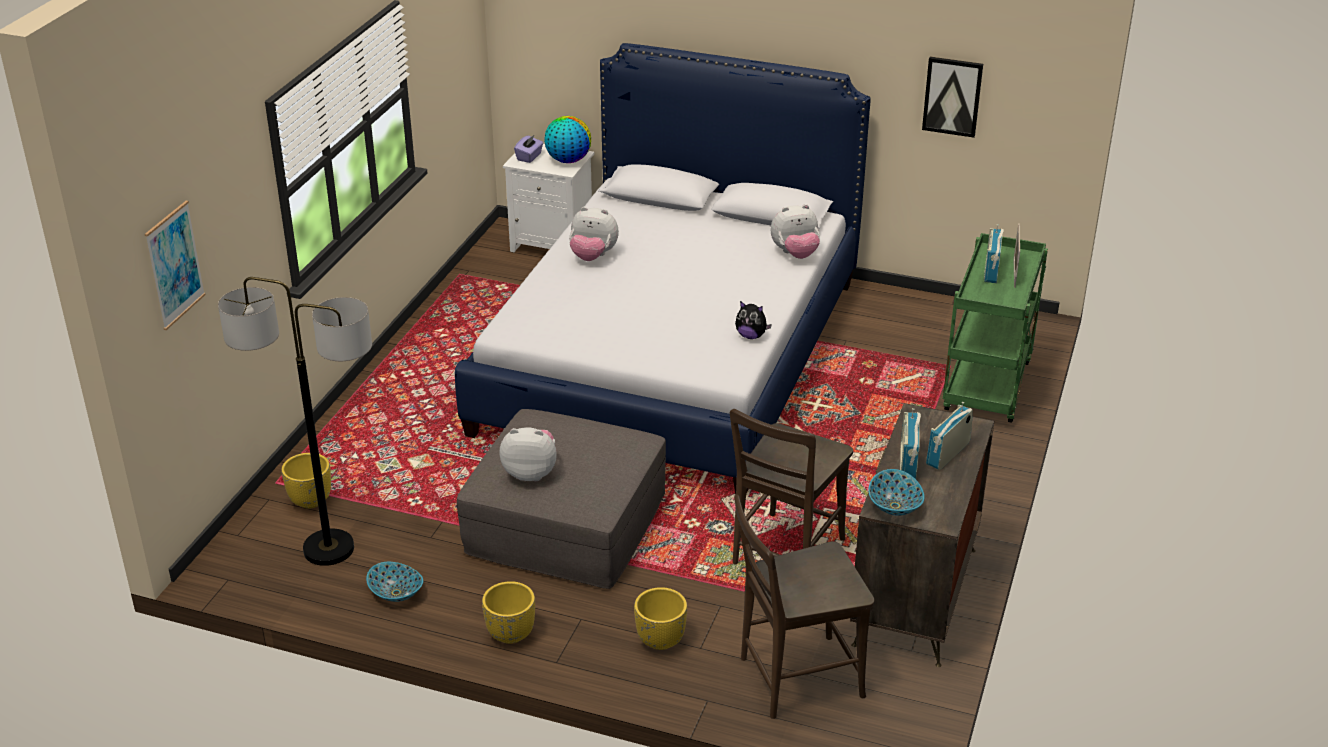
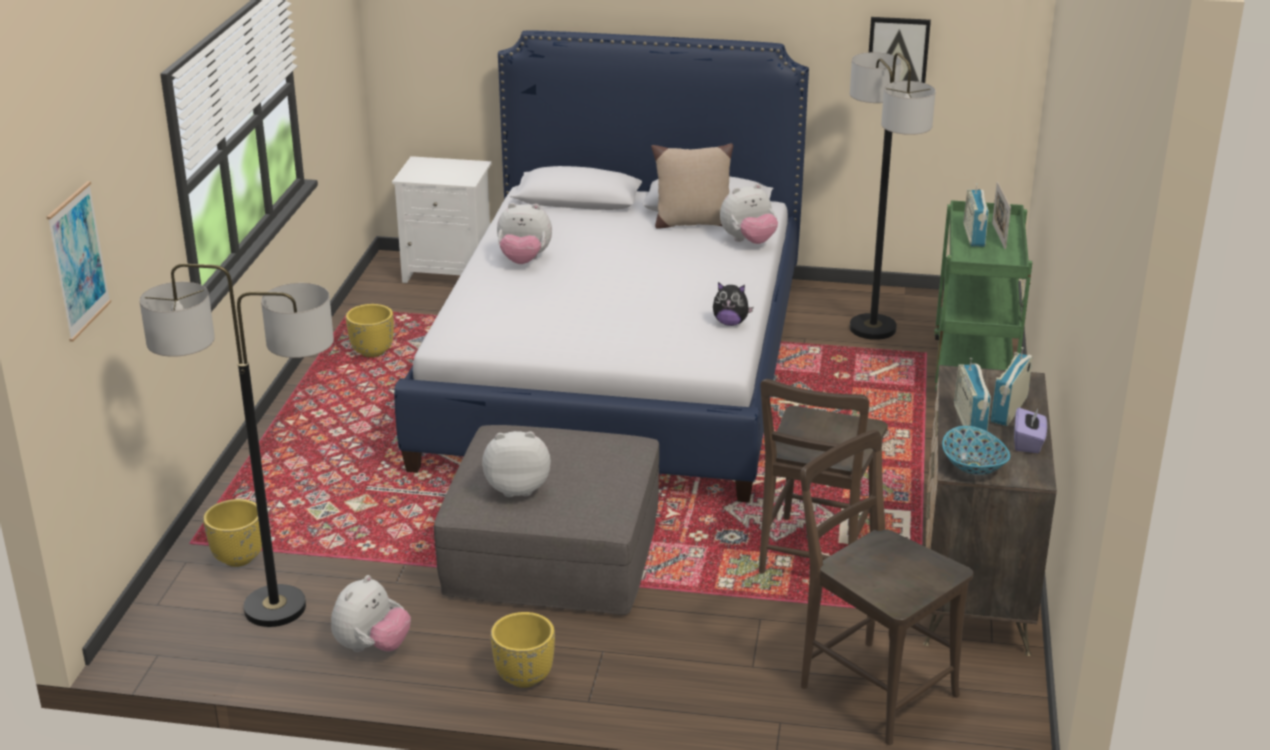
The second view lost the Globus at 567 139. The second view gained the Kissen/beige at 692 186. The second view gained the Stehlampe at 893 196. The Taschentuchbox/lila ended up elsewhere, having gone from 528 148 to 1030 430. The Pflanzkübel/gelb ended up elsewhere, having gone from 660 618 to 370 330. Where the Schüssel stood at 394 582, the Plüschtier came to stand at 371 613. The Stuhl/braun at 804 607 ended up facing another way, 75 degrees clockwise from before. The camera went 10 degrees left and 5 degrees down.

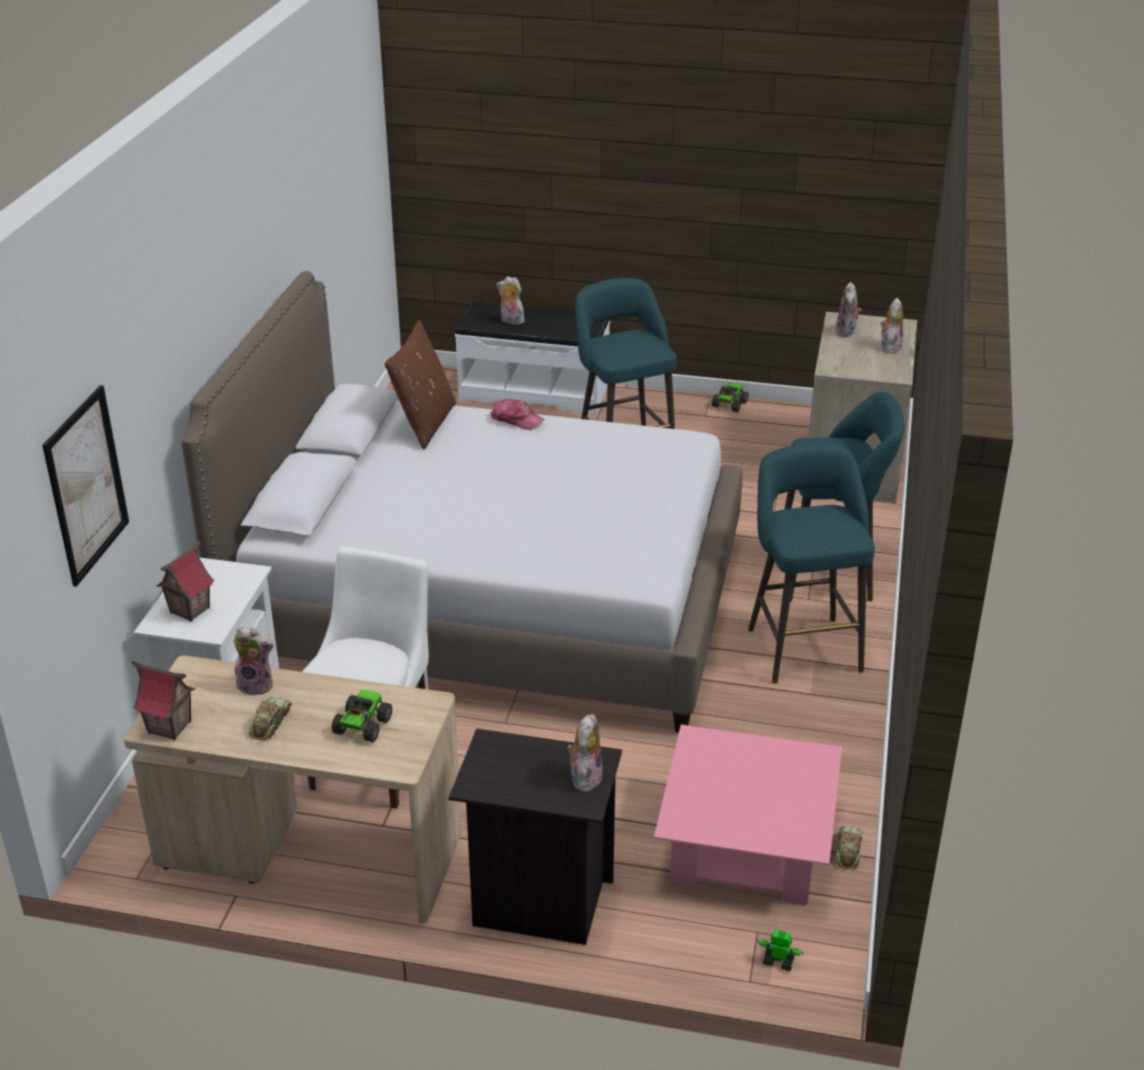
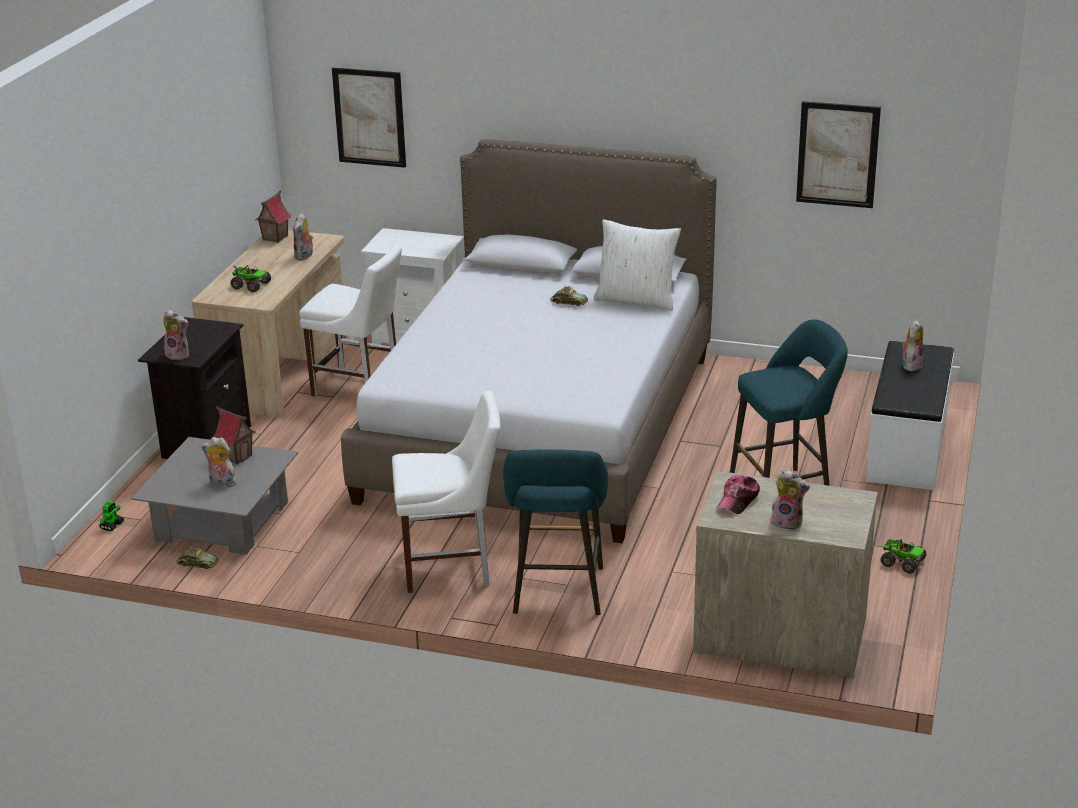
The second view gained the Bild at 838 154. The Spielzeughaus ended up elsewhere, having gone from 185 581 to 234 435. The Spielzeugauto ended up elsewhere, having gone from 270 718 to 569 296. The Kappe ended up elsewhere, having gone from 518 414 to 738 494. The Plüschtier ended up elsewhere, having gone from 848 309 to 219 462. Where the Hocker/türkis stood at 811 563, the Stuhl/weiß came to stand at 446 492. What was the Kissen/braun at 420 385 turned into the Kissen/weiß at 637 265. What was the Couchtisch/rosa at 748 815 turned into the Couchtisch/grau at 214 496. The camera went 95 degrees right and 5 degrees down.

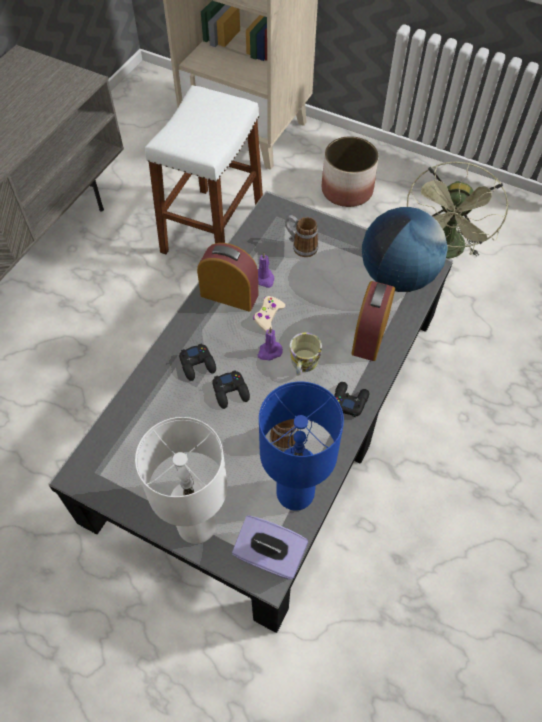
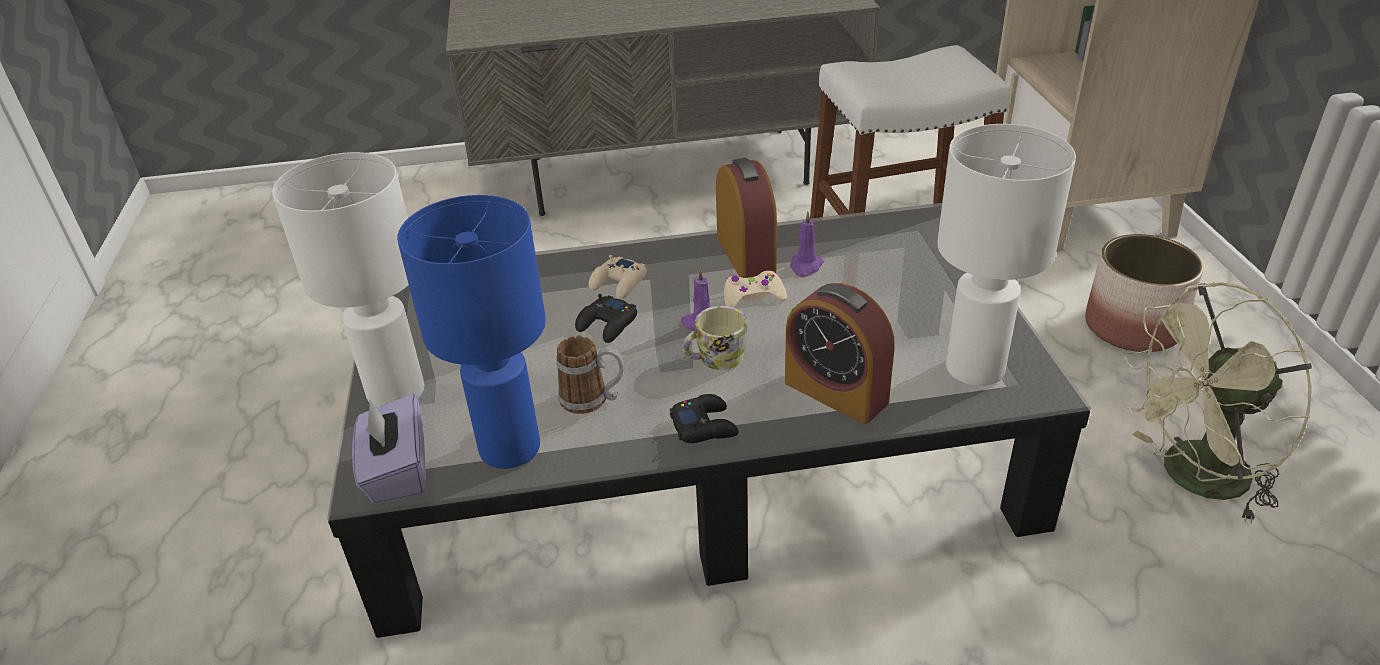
The second view lost the Henkelbecher at 301 236. Where the Globus stood at 405 249, the Tischlampe/weiß came to stand at 1006 255. What was the Gamepad/schwarz at 197 362 turned into the Gamepad/beige at 618 277. The Wecker at 373 321 ended up facing another way, 120 degrees counterclockwise from before. The camera went 55 degrees right and 20 degrees down.

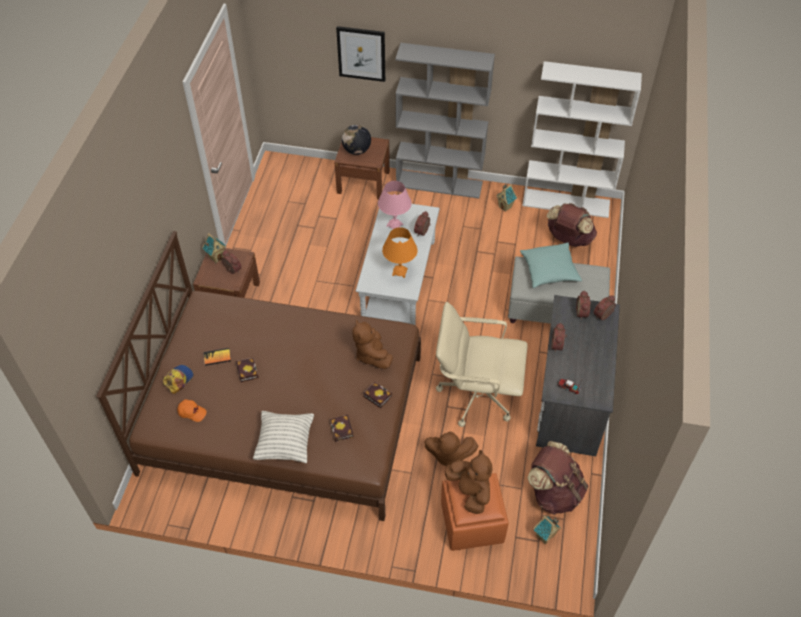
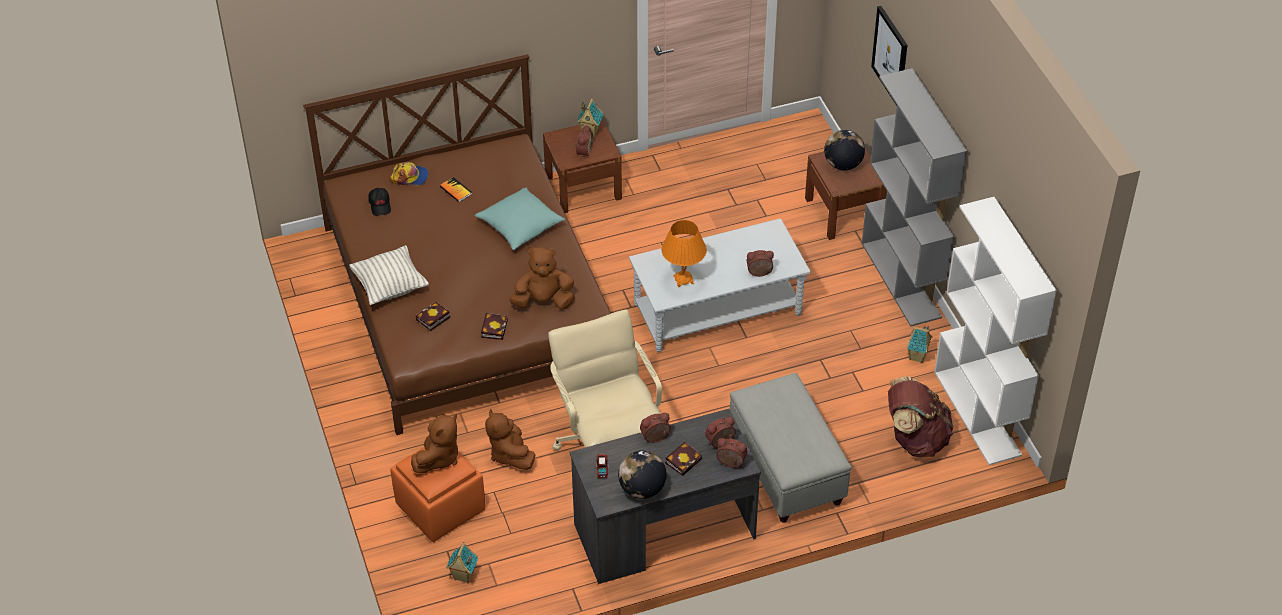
The second view lost the Tischlampe/rosa at 395 205. The second view lost the Rucksack/braun at 557 478. The second view gained the Globus at 642 475. The Buch ended up elsewhere, having gone from 247 370 to 683 459. The Kissen/türkis ended up elsewhere, having gone from 551 265 to 519 219. What was the Kappe/orange at 192 410 turned into the Kappe/schwarz at 379 202. The Plüschtier/braun at 372 344 ended up facing another way, 45 degrees clockwise from before. The camera went 60 degrees right and 5 degrees down.

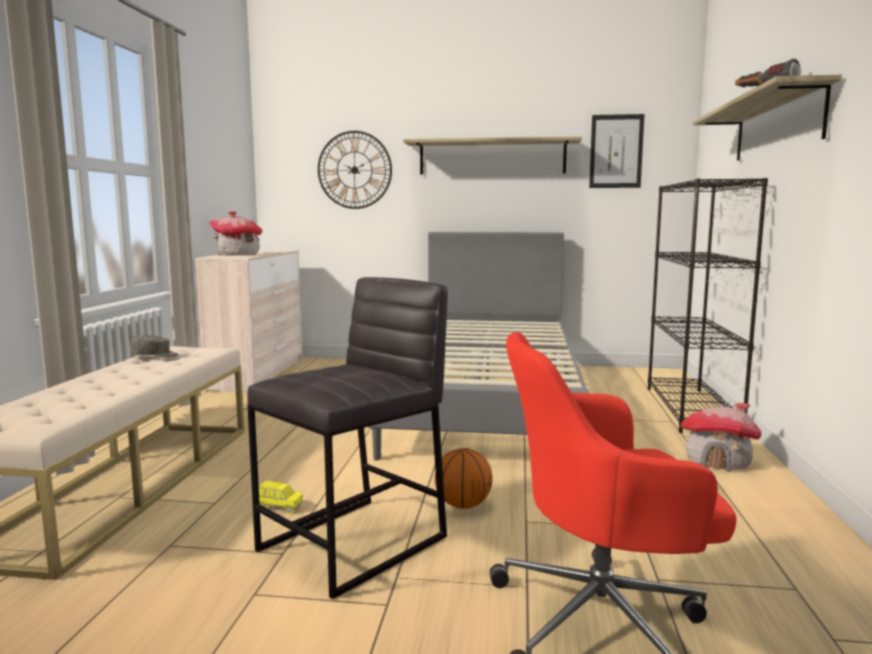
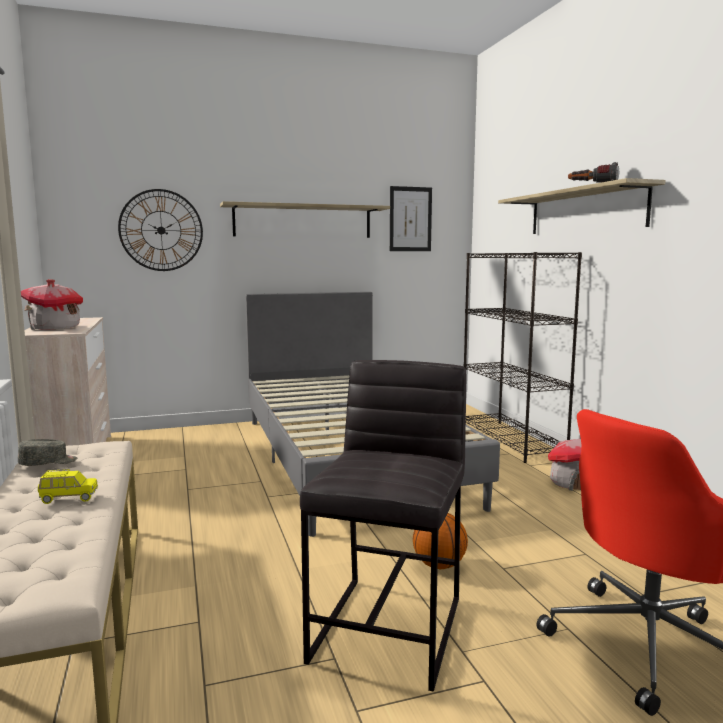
The Spielzeugauto/gelb ended up elsewhere, having gone from 281 497 to 68 486. The camera went 25 degrees left and 0 degrees up.

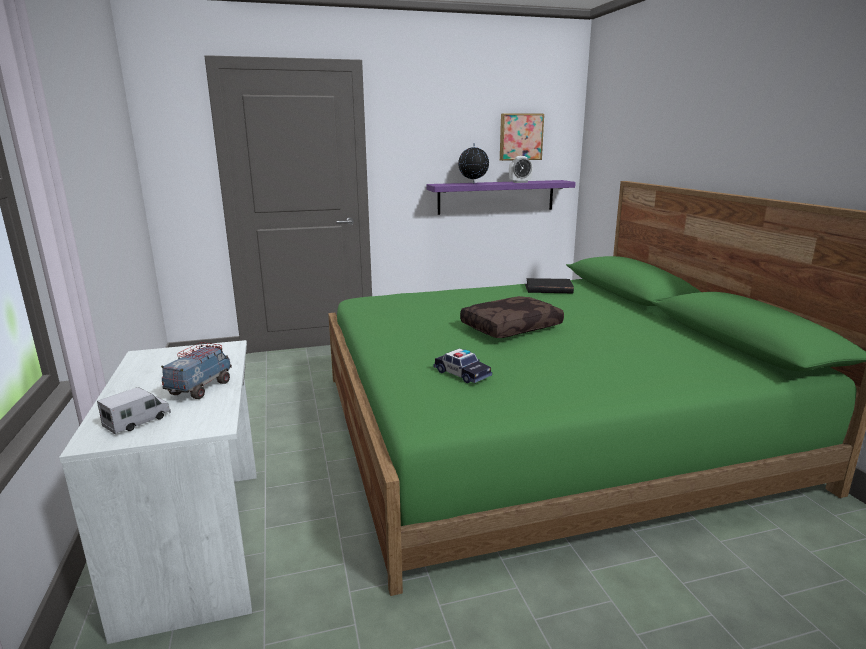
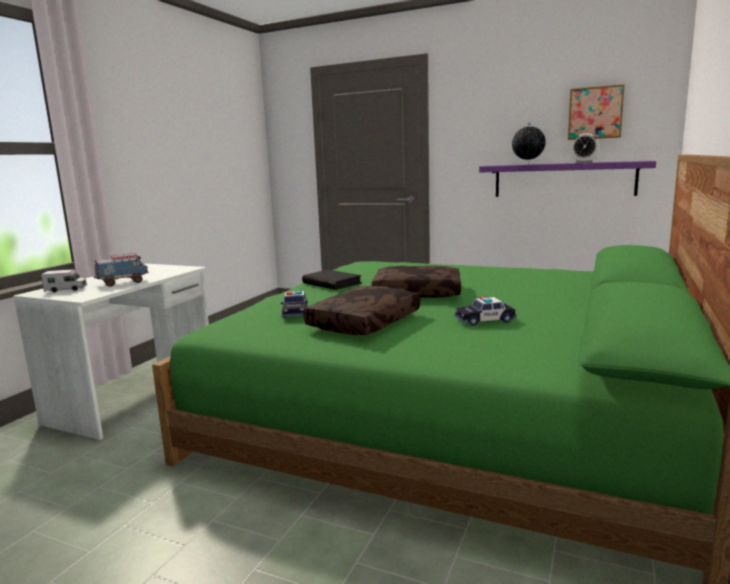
The second view gained the Kissen/braun at 362 310. The second view gained the Spielzeugauto at 485 311. The Buch/schwarz ended up elsewhere, having gone from 549 285 to 332 280. The camera went 40 degrees right and 5 degrees down.

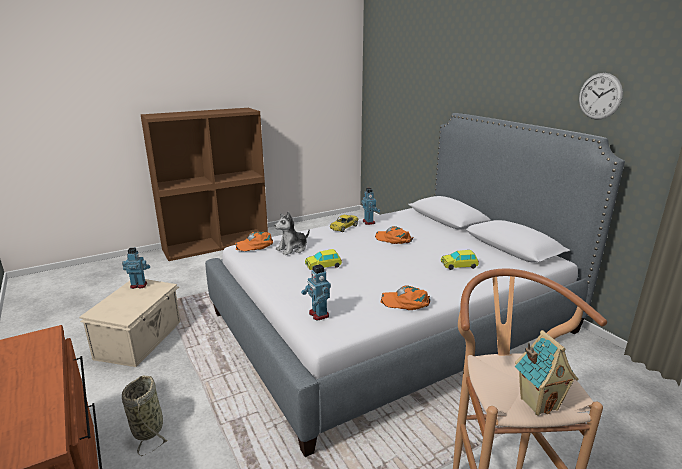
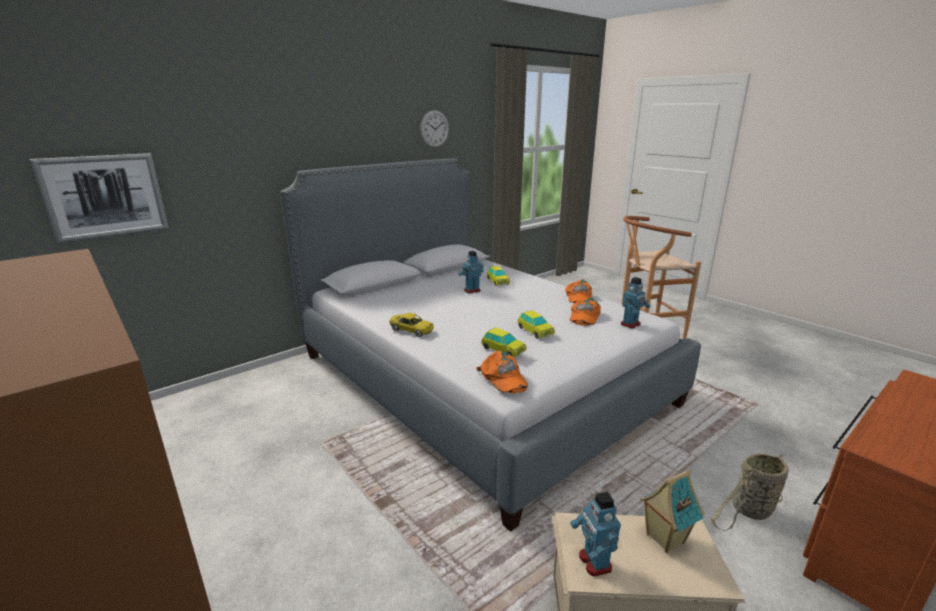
The second view gained the Bild at 99 198. The Spielzeugroboter ended up elsewhere, having gone from 370 206 to 471 272. The Kappe/orange ended up elsewhere, having gone from 394 235 to 585 311. The Spielzeughaus ended up elsewhere, having gone from 546 373 to 672 511. Where the Plüschtier stood at 292 233, the Spielzeugauto came to stand at 503 342. The camera went 100 degrees left and 0 degrees up.

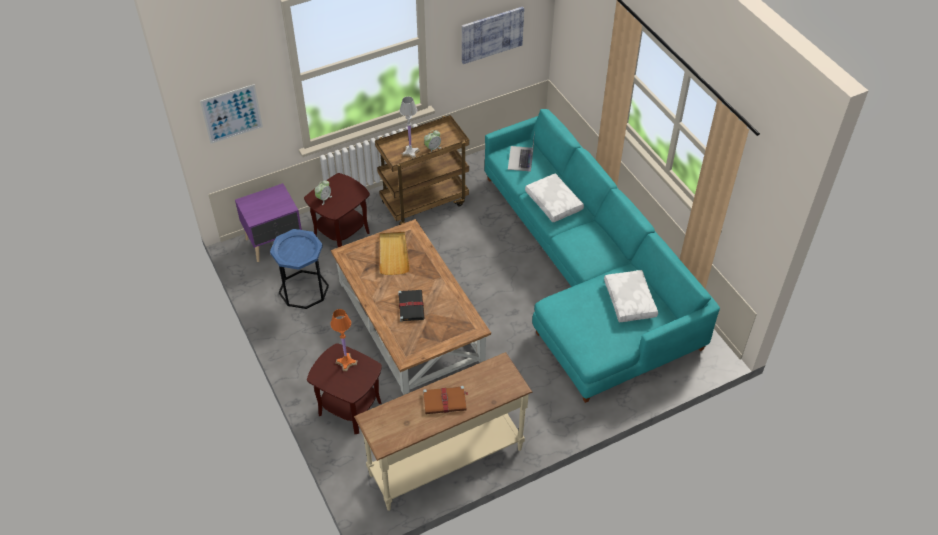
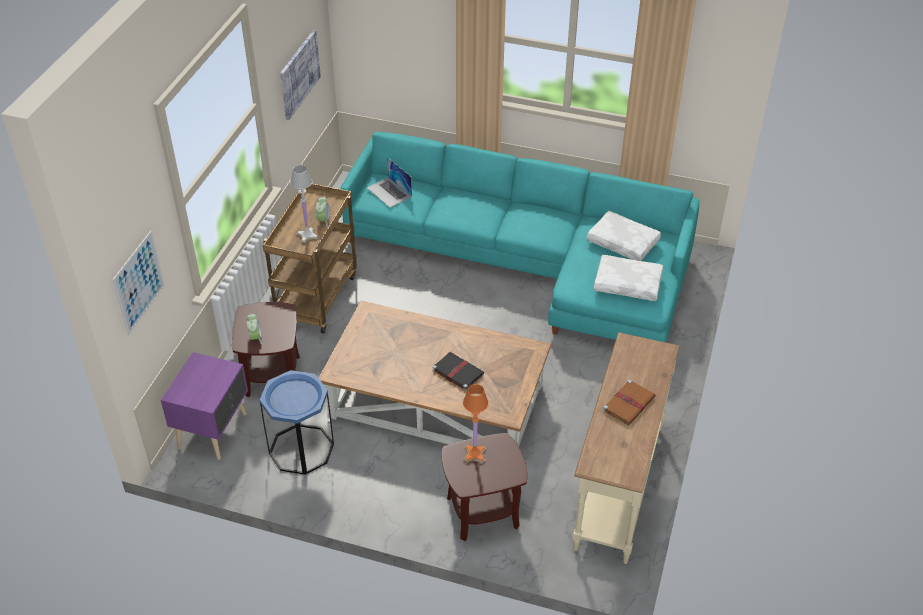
The second view lost the Tablett/beige at 394 253. The Kissen/weiß ended up elsewhere, having gone from 554 197 to 628 278. The camera went 45 degrees left and 5 degrees down.

